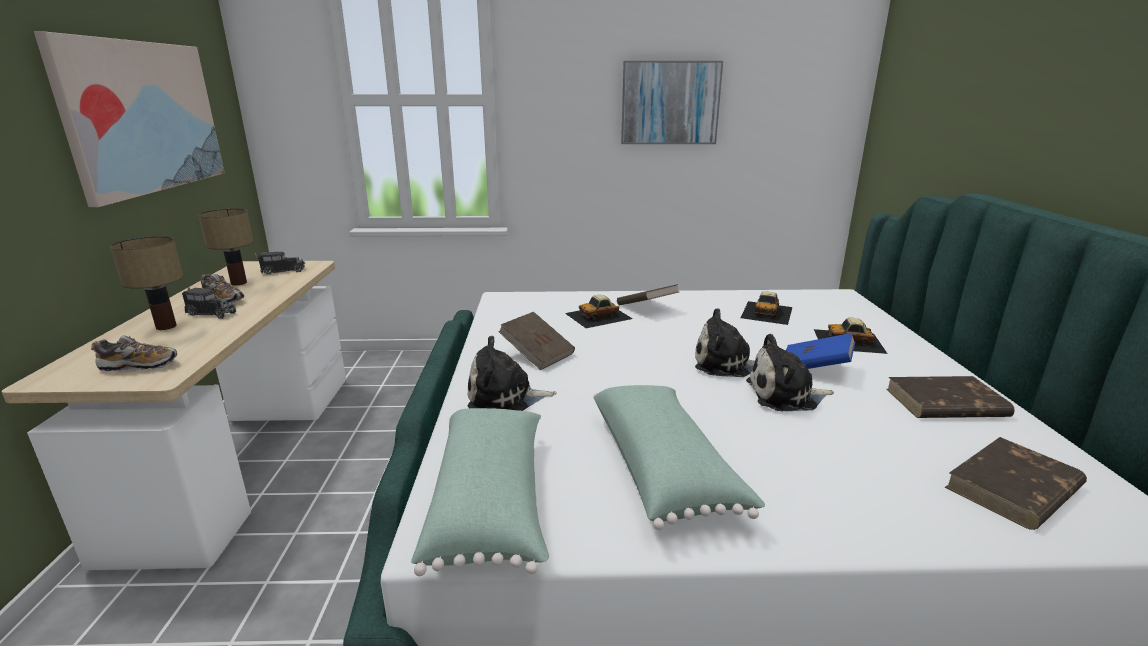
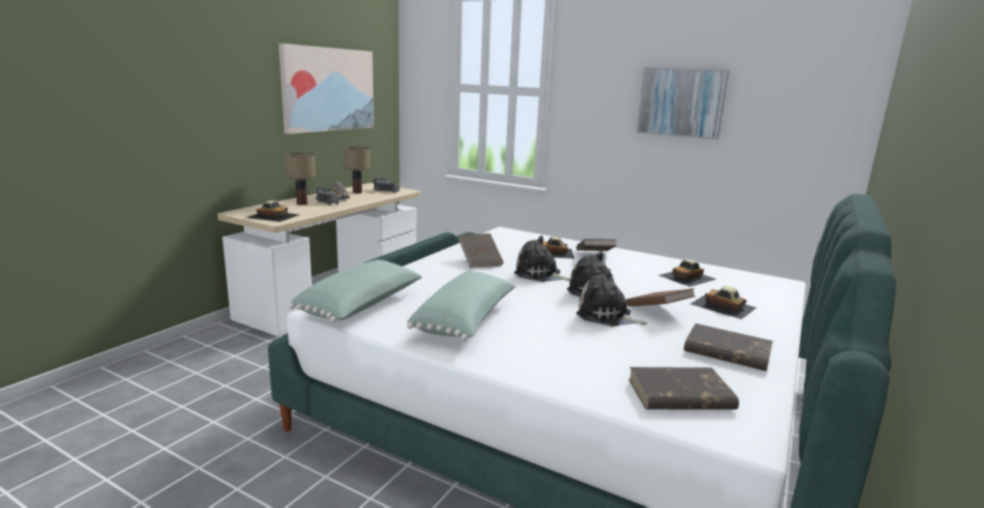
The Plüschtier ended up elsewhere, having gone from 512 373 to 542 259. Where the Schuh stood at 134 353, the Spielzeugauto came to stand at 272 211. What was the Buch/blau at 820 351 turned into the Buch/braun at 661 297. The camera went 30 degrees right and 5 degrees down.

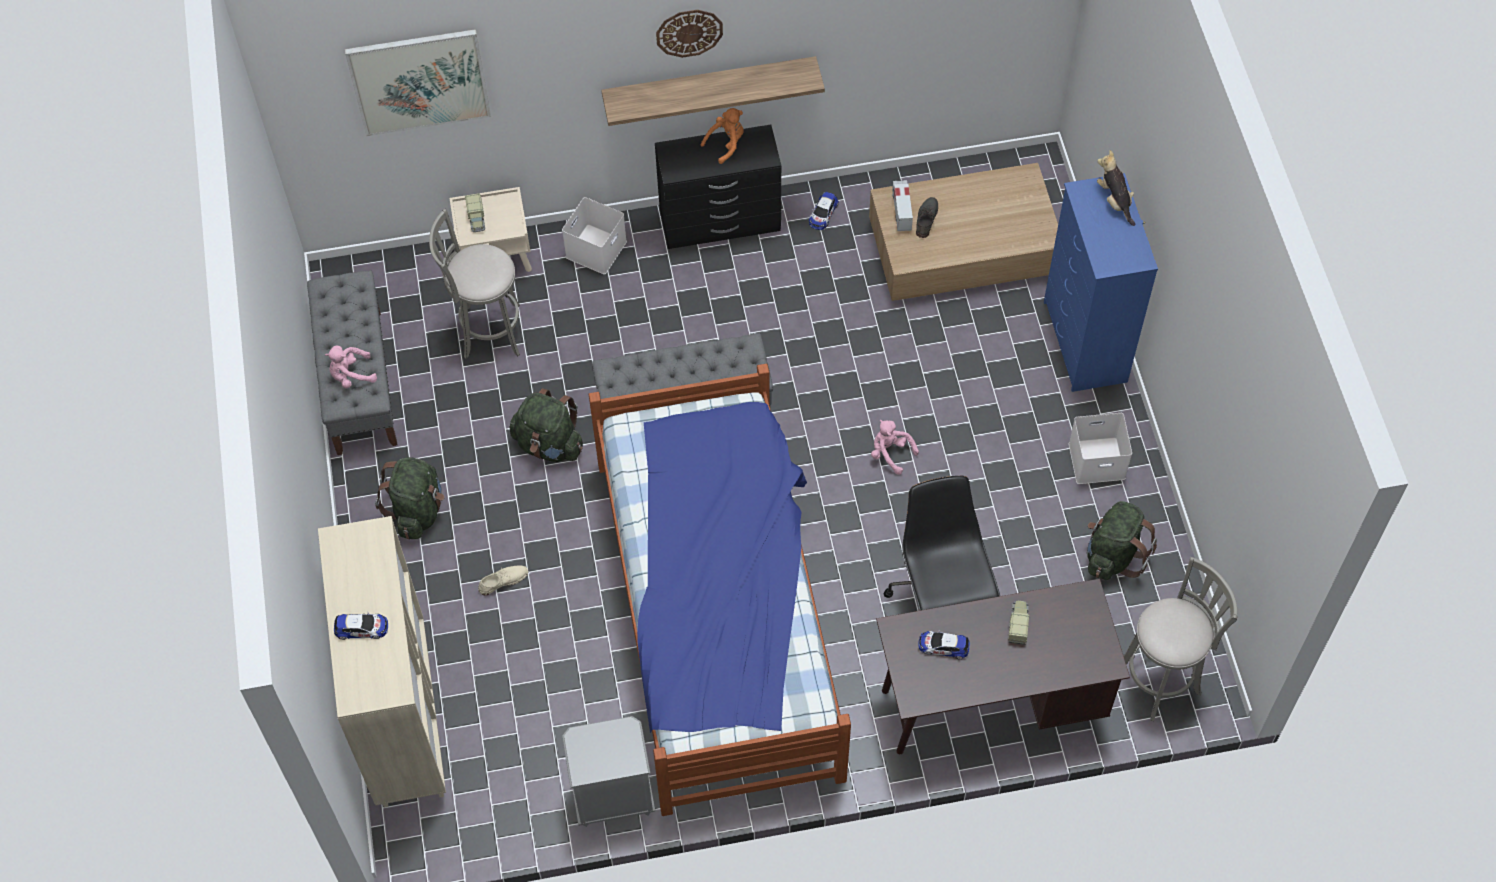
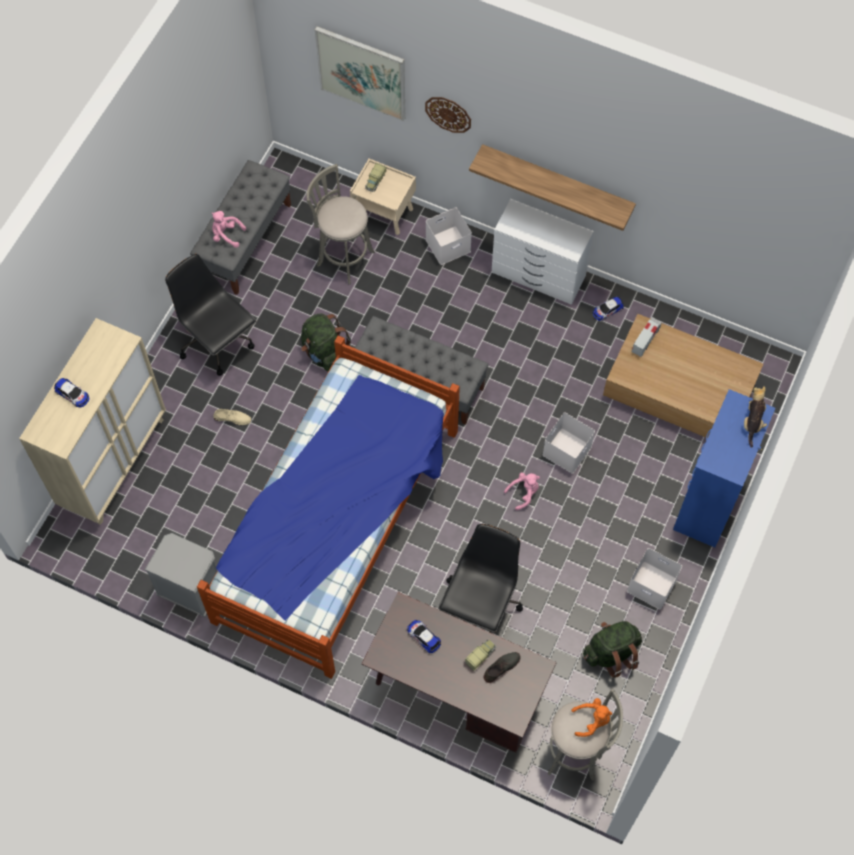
The second view gained the Aufbewahrungsbox/weiß at 568 443. The Wanduhr ended up elsewhere, having gone from 689 34 to 448 115. The Plüschtier/orange ended up elsewhere, having gone from 722 136 to 591 717. The Schuh/grau ended up elsewhere, having gone from 927 217 to 502 667. Where the Rucksack/grün stood at 409 498, the Bürostuhl/schwarz came to stand at 210 315. What was the Kommode/schwarz at 718 186 turned into the Kommode/weiß at 543 252. The Plüschtier/rosa at 895 447 ended up facing another way, 75 degrees clockwise from before. The camera went 35 degrees right and 5 degrees up.

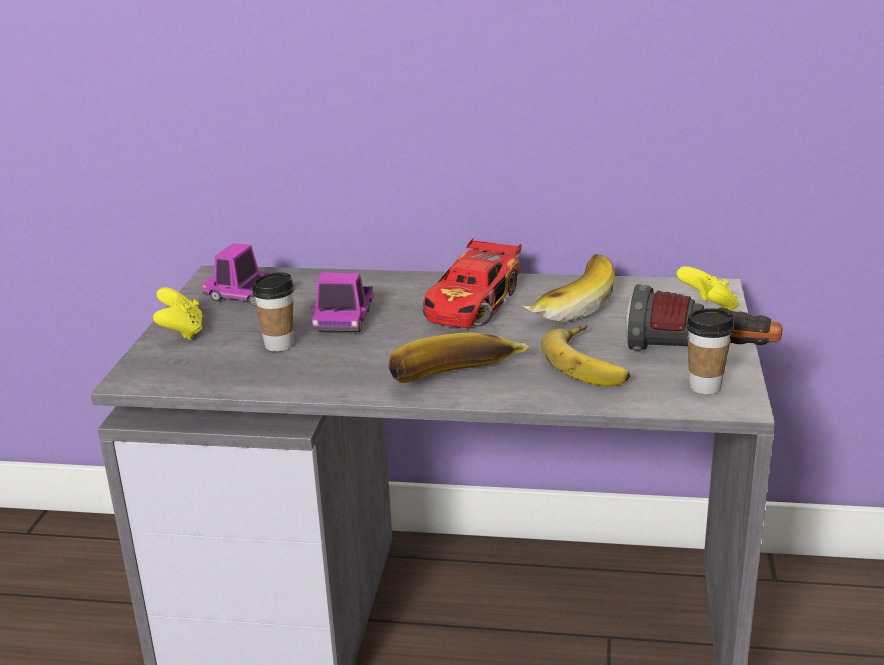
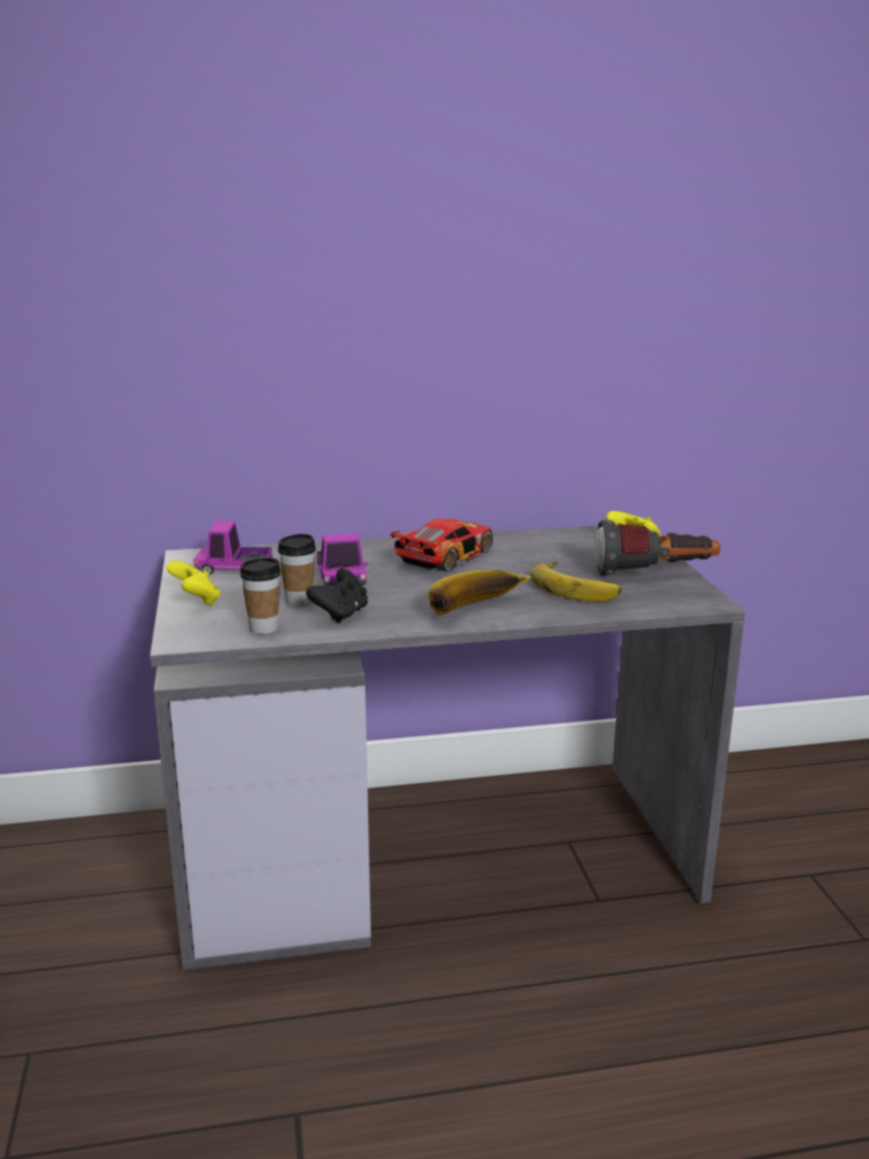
The second view lost the Banane at 569 288. The second view gained the Gamepad/schwarz at 337 596. The Tasse ended up elsewhere, having gone from 710 351 to 260 596. The Spielzeugauto at 472 283 ended up facing another way, 150 degrees counterclockwise from before. The camera went 20 degrees left and 5 degrees down.

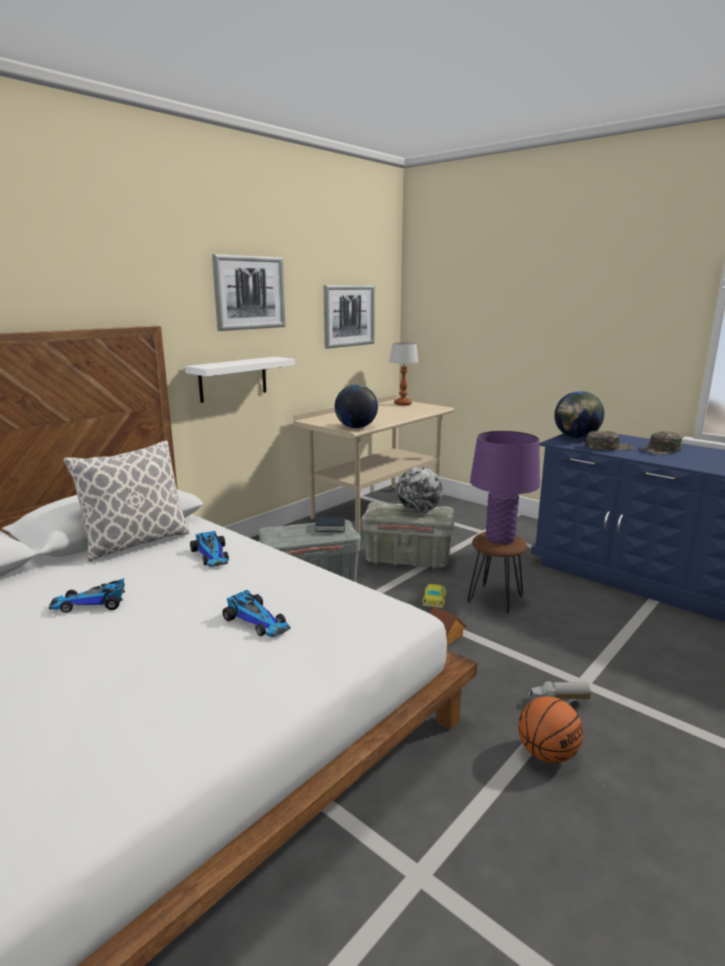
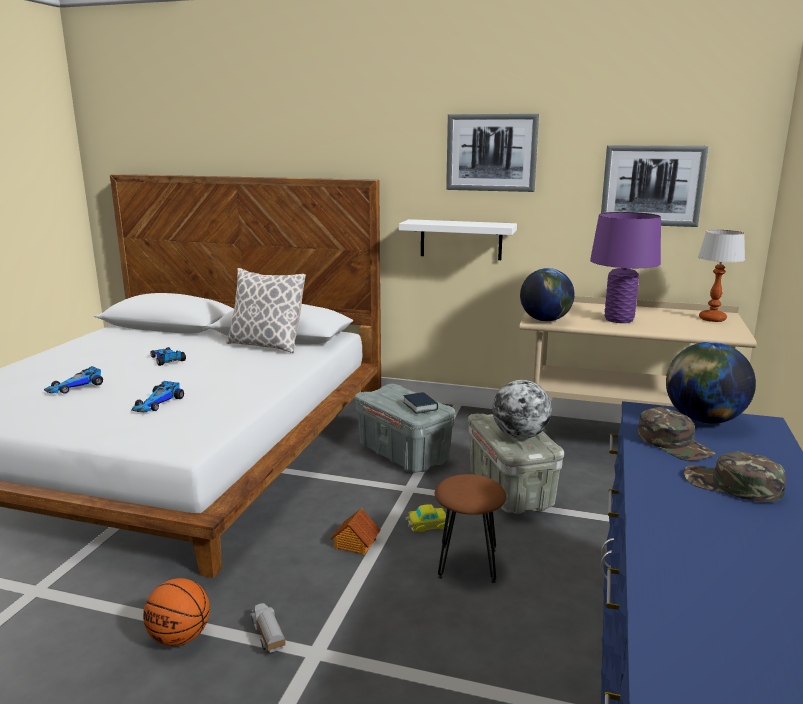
The Spielzeugauto ended up elsewhere, having gone from 209 549 to 73 380. The Tischlampe/lila ended up elsewhere, having gone from 505 487 to 625 267. The camera went 65 degrees right and 0 degrees up.

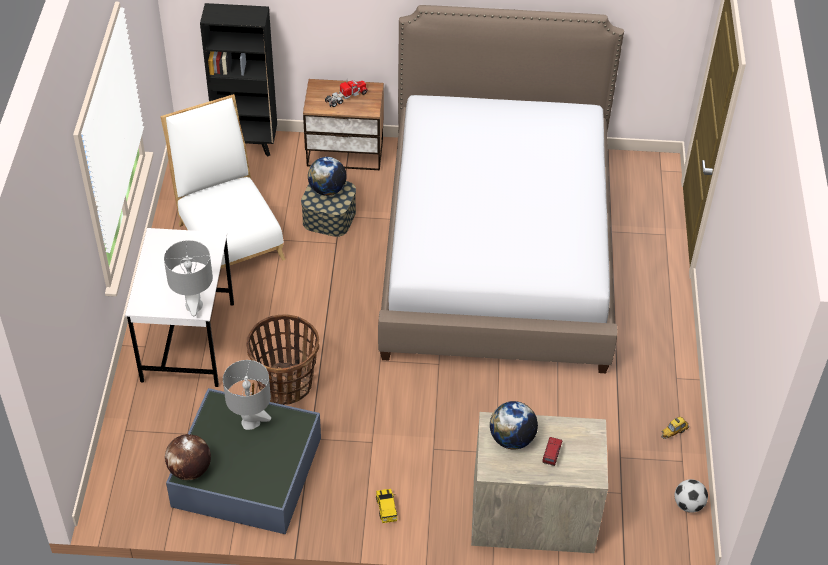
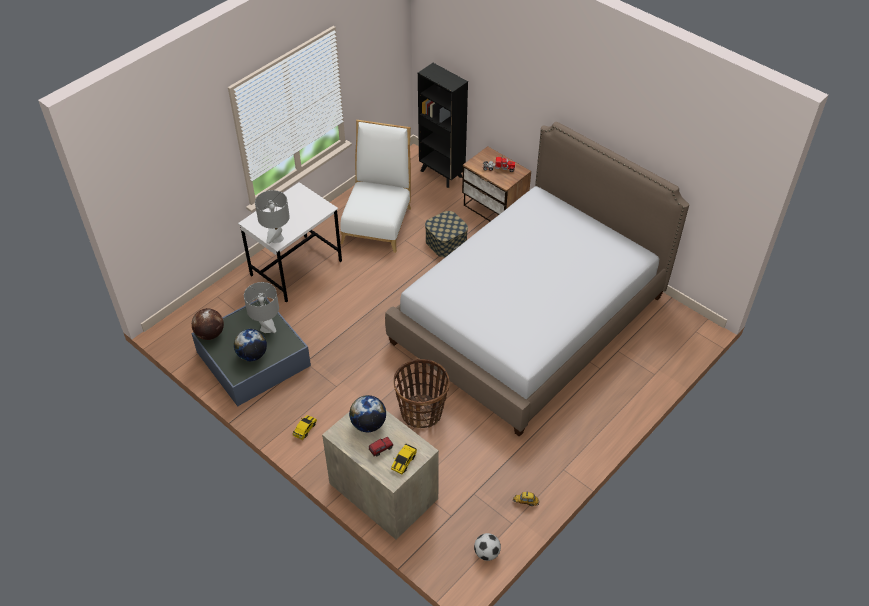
The second view gained the Spielzeugauto at 404 458. The Korb ended up elsewhere, having gone from 282 359 to 421 393. The Globus ended up elsewhere, having gone from 327 176 to 250 345. The camera went 40 degrees right and 0 degrees up.

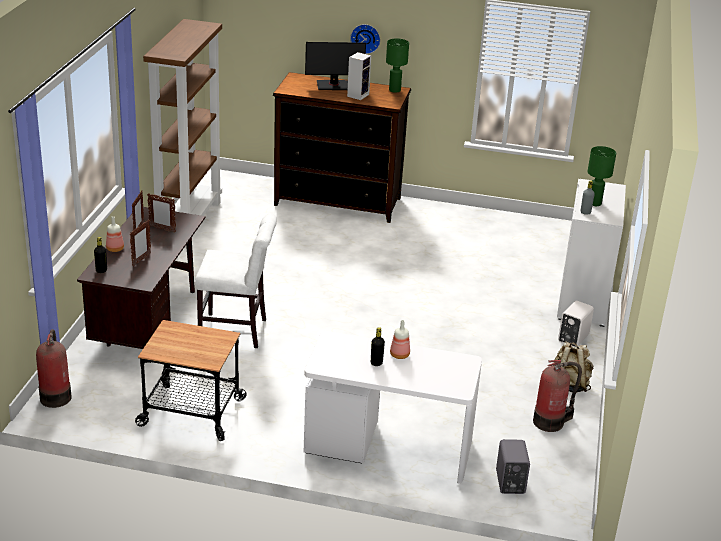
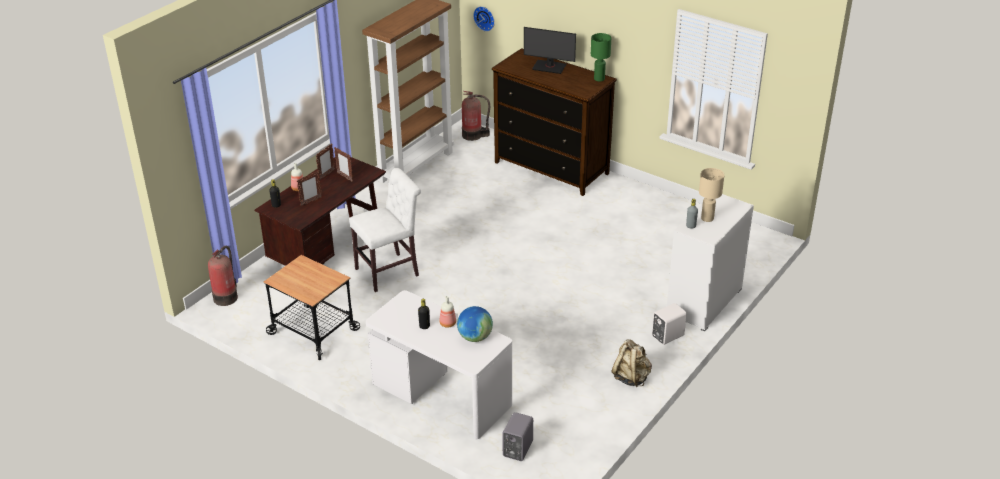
The second view lost the Lautsprecher at 359 76. The second view gained the Globus at 475 324. The Wanduhr ended up elsewhere, having gone from 365 39 to 484 18. The Feuerlöscher ended up elsewhere, having gone from 557 396 to 476 116. What was the Tischlampe/grün at 601 176 turned into the Tischlampe/beige at 711 195. The Stuhl/weiß at 236 281 ended up facing another way, 60 degrees counterclockwise from before. The camera went 25 degrees right and 5 degrees up.

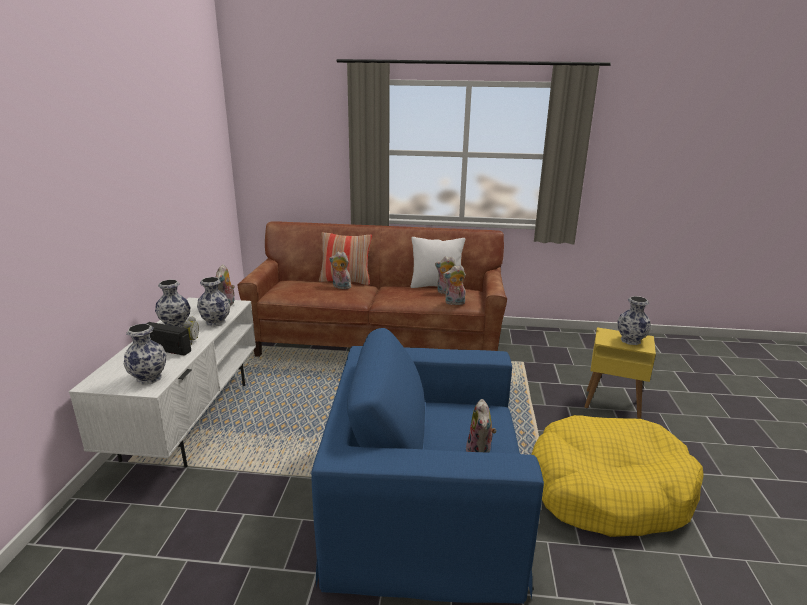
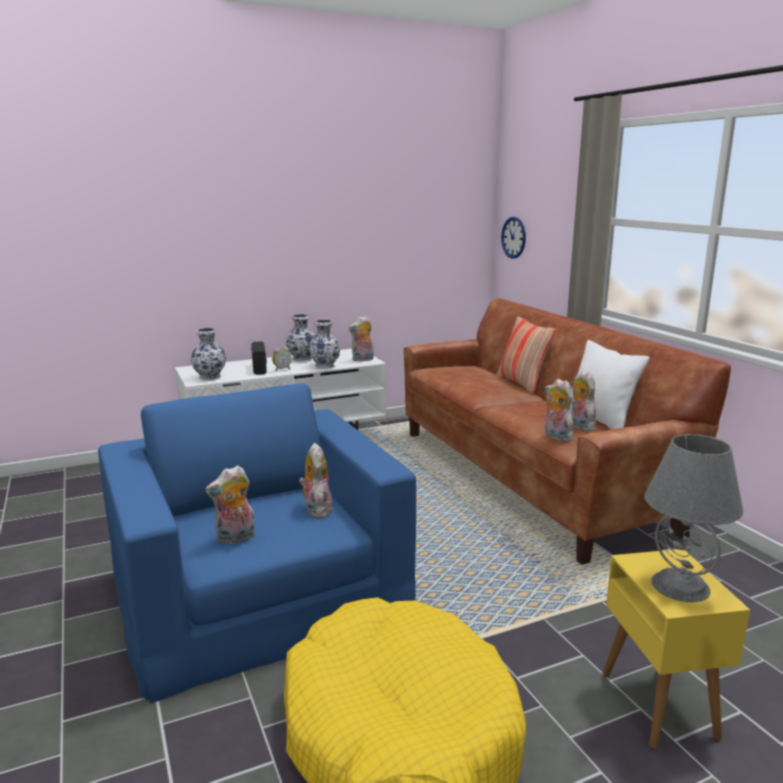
The second view gained the Wanduhr at 513 238. The Plüschtier ended up elsewhere, having gone from 340 270 to 316 480. Where the Vase stood at 634 320, the Tischlampe/grau came to stand at 694 518. The camera went 60 degrees right and 5 degrees down.

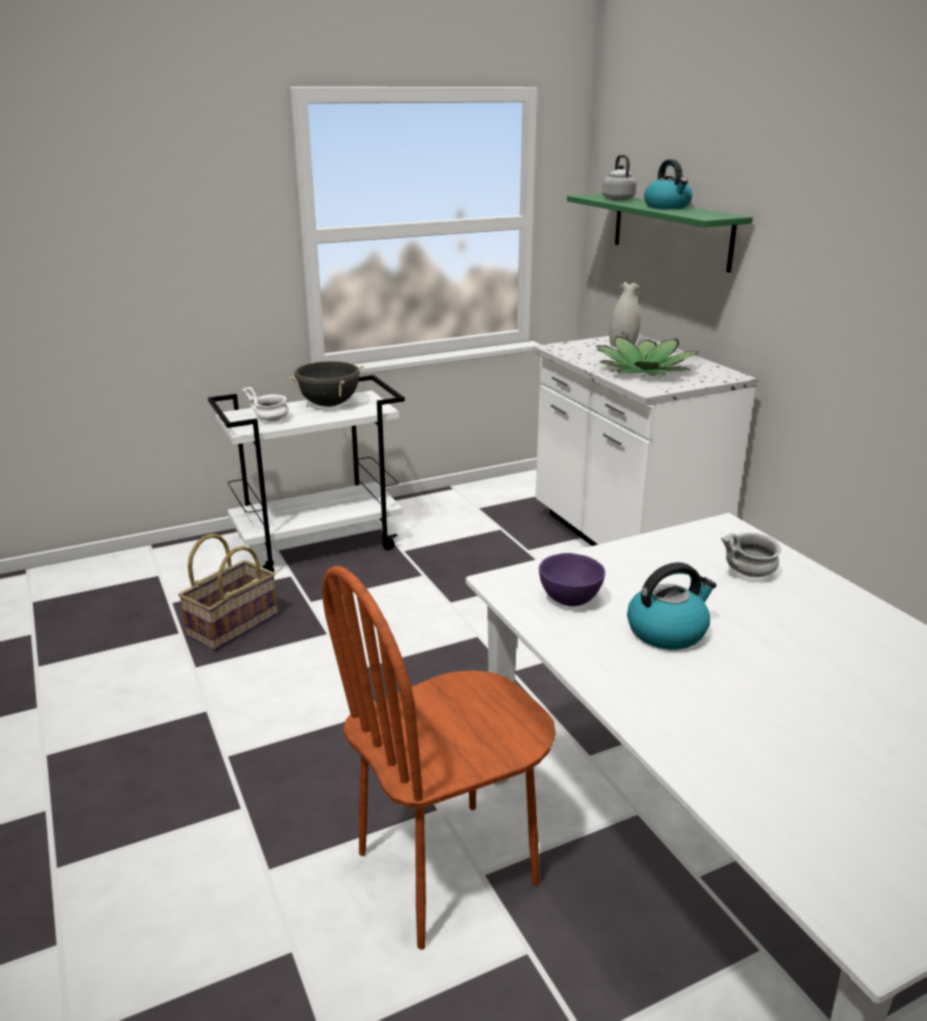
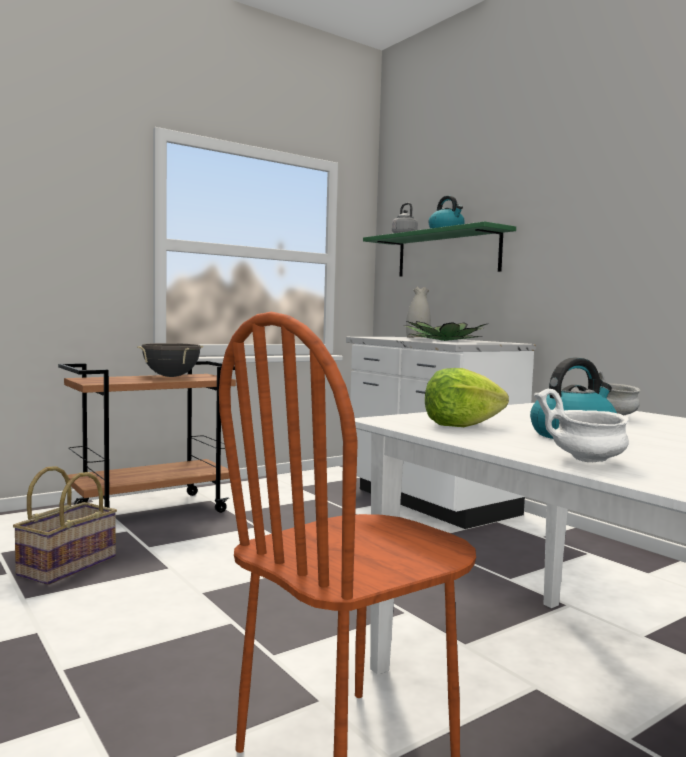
The Schüssel/weiß ended up elsewhere, having gone from 265 404 to 581 425. Where the Schüssel/lila stood at 572 579, the Salatkopf came to stand at 467 397. What was the Rollwagen/weiß at 306 473 turned into the Rollwagen/braun at 147 437. The camera went 10 degrees left and 20 degrees down.

